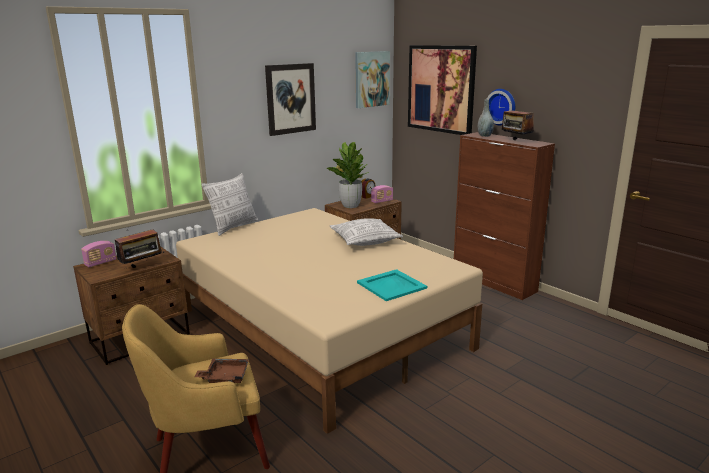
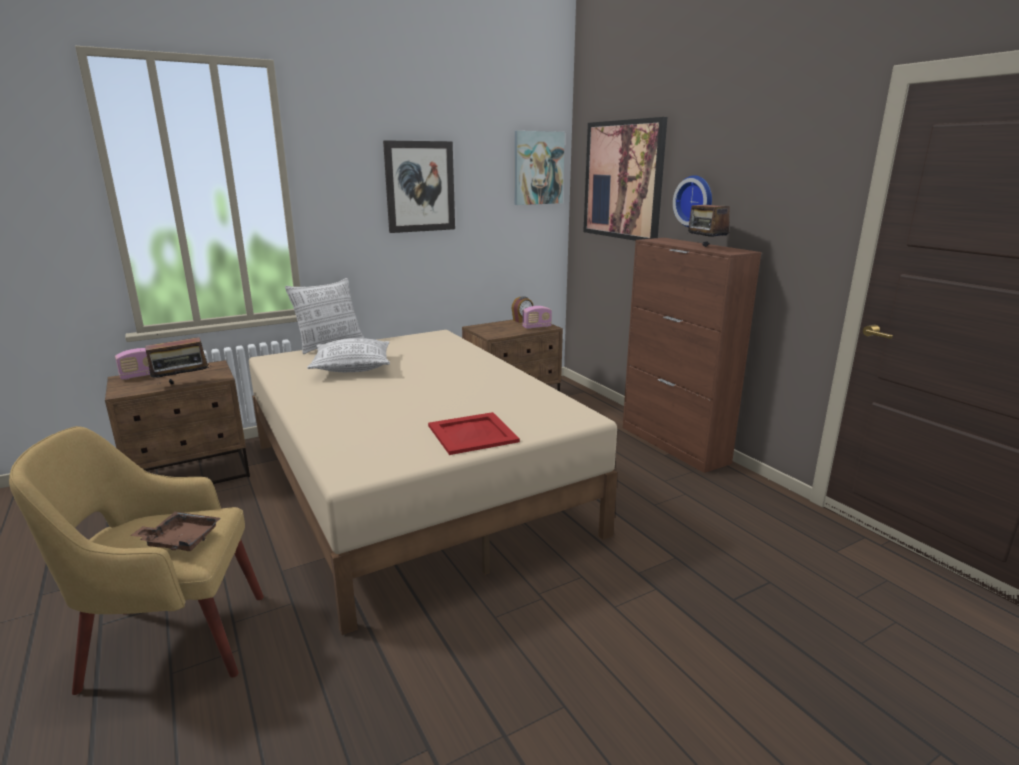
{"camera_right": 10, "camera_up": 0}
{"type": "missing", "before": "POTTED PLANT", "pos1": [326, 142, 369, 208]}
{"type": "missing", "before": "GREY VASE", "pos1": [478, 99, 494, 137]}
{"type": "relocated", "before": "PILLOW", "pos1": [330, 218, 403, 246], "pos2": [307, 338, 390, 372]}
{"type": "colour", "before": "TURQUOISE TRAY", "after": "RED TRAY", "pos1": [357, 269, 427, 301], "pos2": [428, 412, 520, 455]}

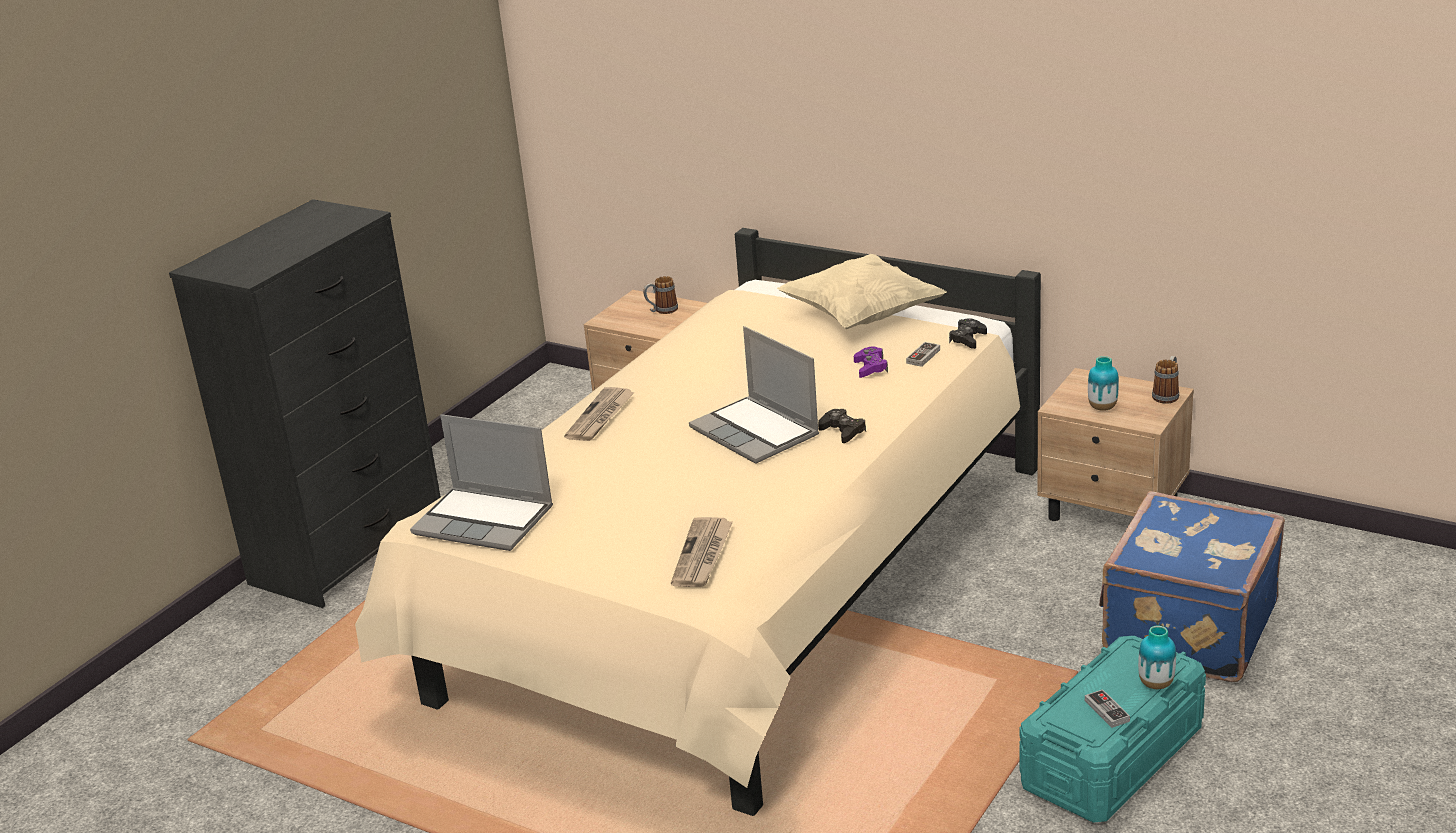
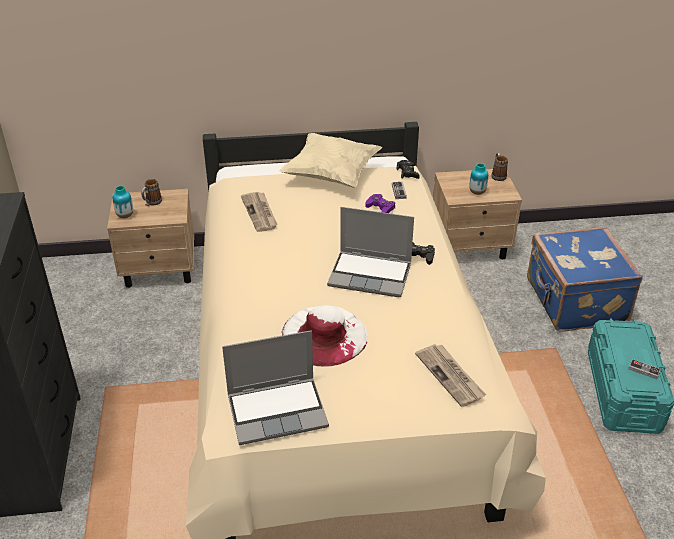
{"camera_right": -40, "camera_up": 10}
{"type": "appeared", "after": "WHITE HAT", "pos2": [282, 305, 368, 367]}
{"type": "relocated", "before": "NEWSPAPER", "pos1": [564, 387, 635, 441], "pos2": [241, 192, 278, 232]}
{"type": "relocated", "before": "VASE", "pos1": [1138, 626, 1176, 689], "pos2": [113, 185, 133, 218]}

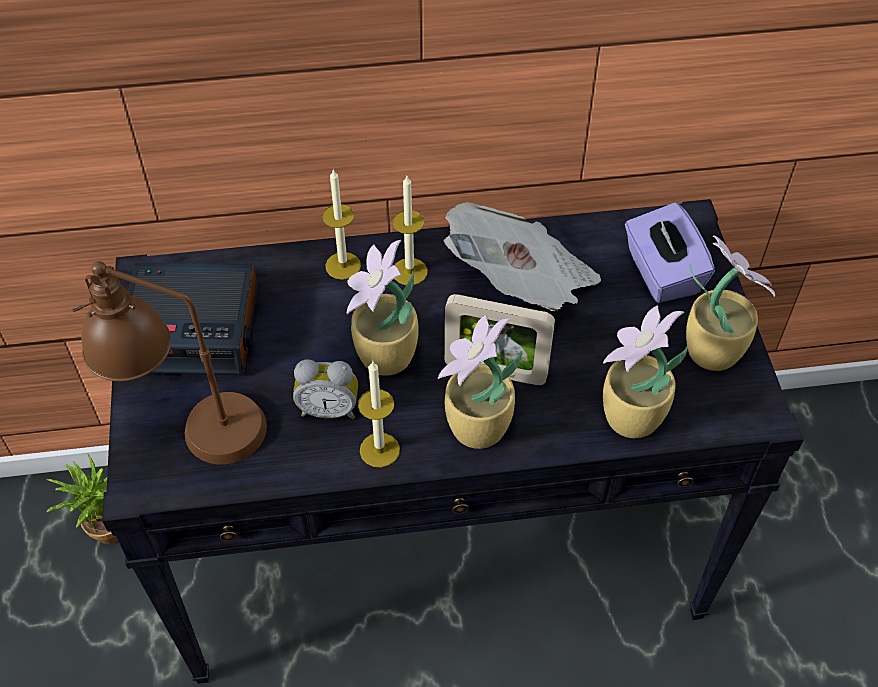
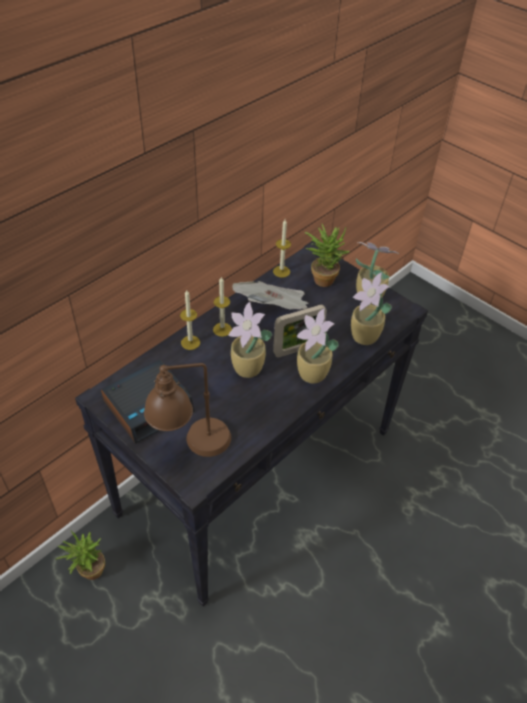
{"camera_right": -40, "camera_up": -5}
{"type": "missing", "before": "ALARM CLOCK", "pos1": [293, 359, 358, 419]}
{"type": "relocated", "before": "CANDLE", "pos1": [358, 362, 400, 468], "pos2": [273, 220, 291, 278]}
{"type": "exchanged", "before": "PURPLE TISSUE BOX", "after": "POTTED PLANT", "pos1": [625, 202, 715, 303], "pos2": [305, 224, 350, 287]}

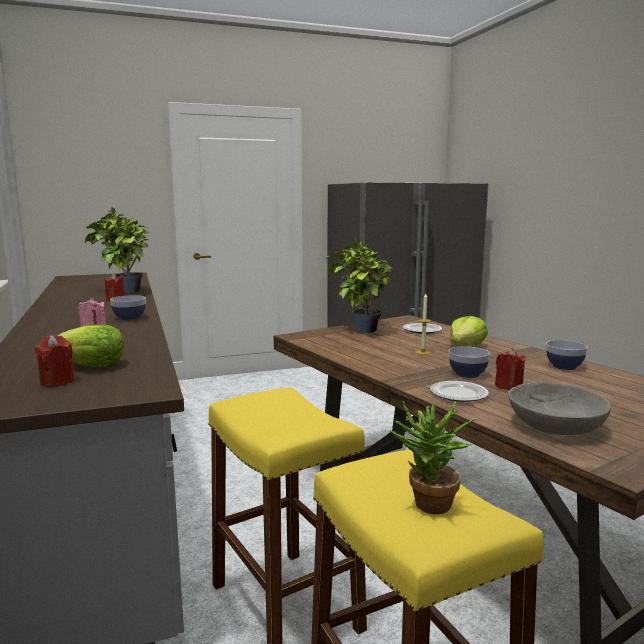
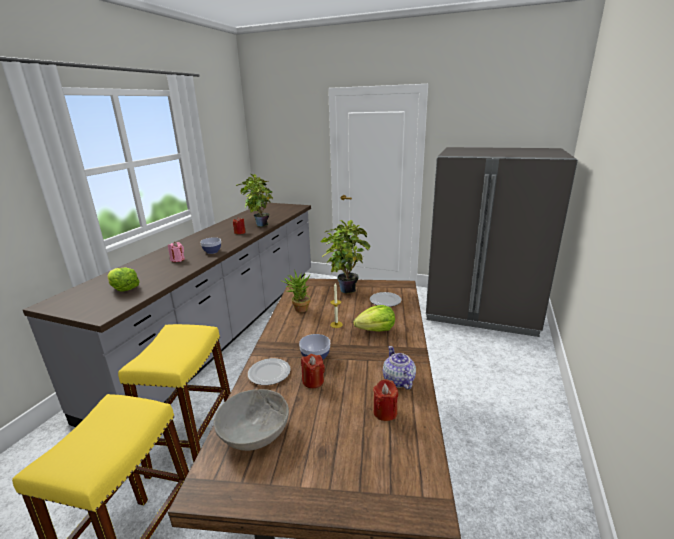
{"camera_right": 40, "camera_up": 10}
{"type": "relocated", "before": "RED CANDLE", "pos1": [35, 335, 75, 387], "pos2": [373, 379, 398, 421]}
{"type": "relocated", "before": "POTTED PLANT", "pos1": [390, 400, 477, 514], "pos2": [280, 269, 310, 312]}
{"type": "exchanged", "before": "BOWL", "after": "TEAPOT", "pos1": [546, 340, 588, 370], "pos2": [383, 346, 416, 390]}

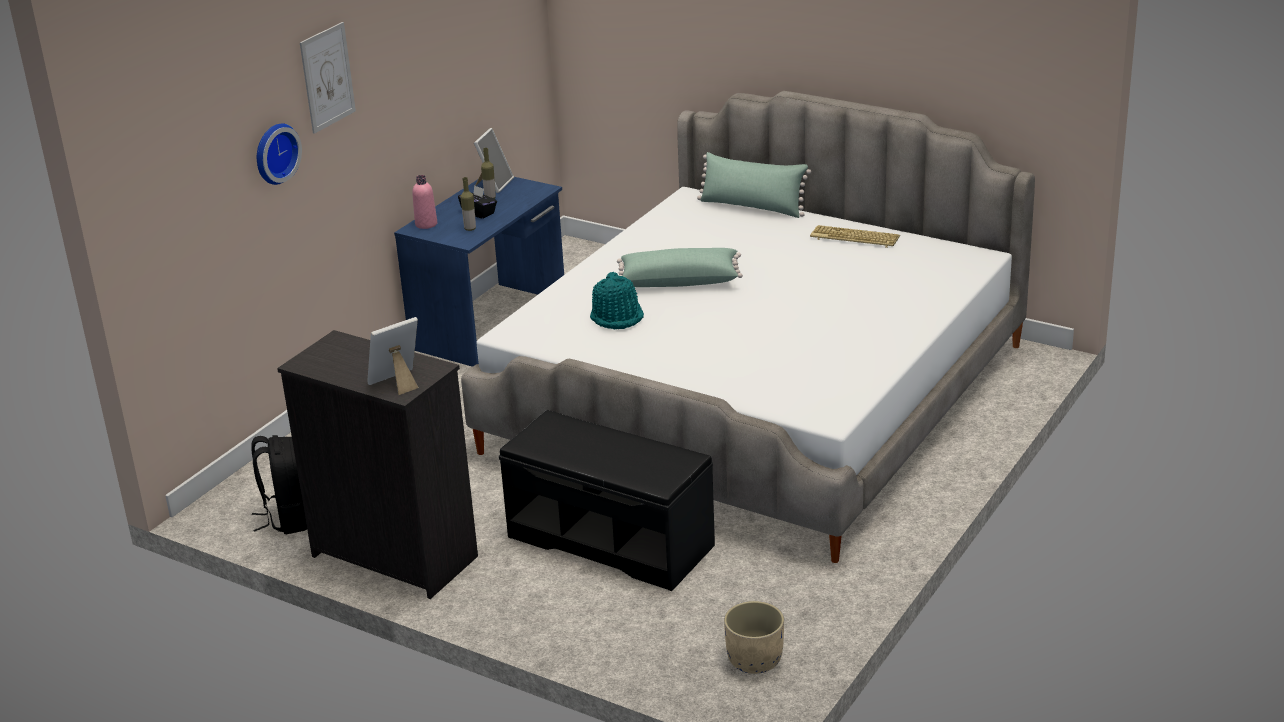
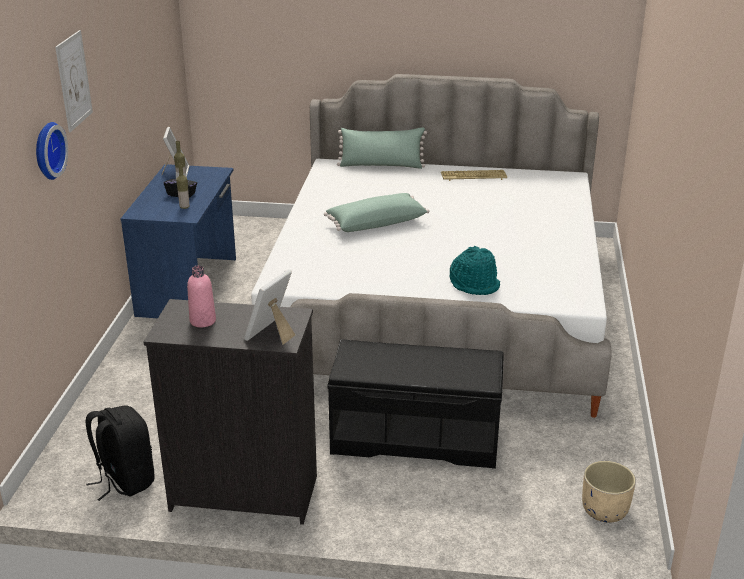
{"camera_right": -25, "camera_up": 0}
{"type": "relocated", "before": "PINK BOTTLE", "pos1": [412, 175, 437, 229], "pos2": [187, 265, 216, 327]}
{"type": "relocated", "before": "TURQUOISE HAT", "pos1": [590, 272, 644, 329], "pos2": [450, 246, 500, 295]}

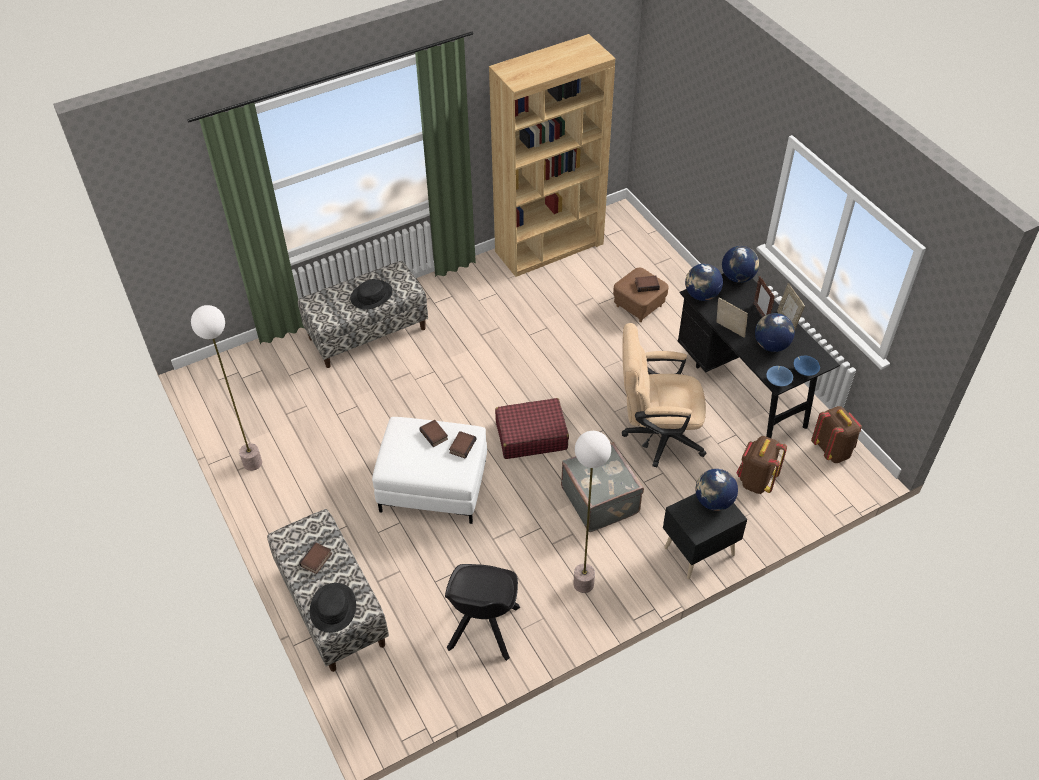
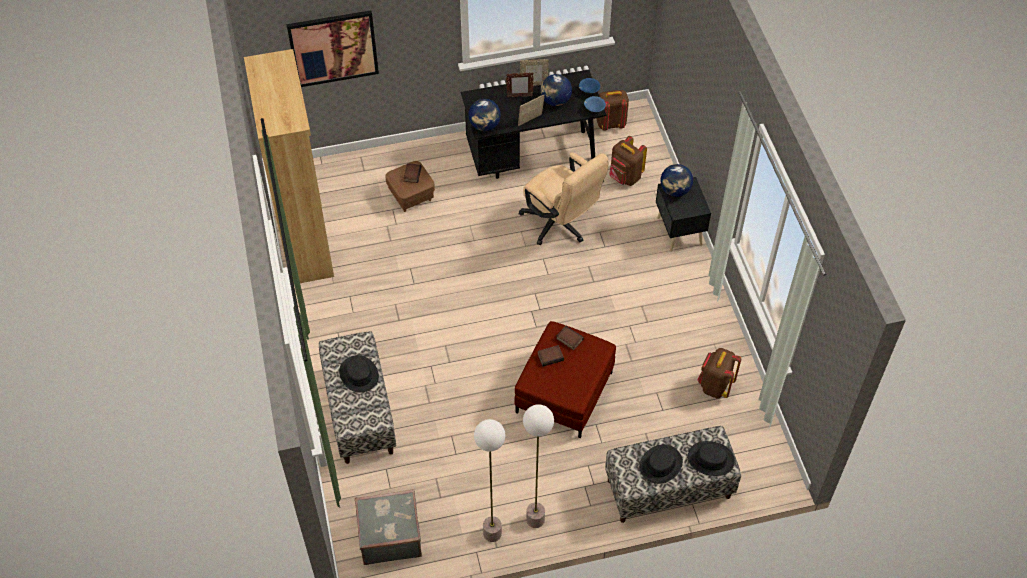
{"camera_right": -75, "camera_up": 5}
{"type": "missing", "before": "RED SUITCASE", "pos1": [495, 398, 569, 459]}
{"type": "missing", "before": "GLOBE", "pos1": [722, 246, 759, 283]}
{"type": "appeared", "after": "PICTURE", "pos2": [286, 10, 379, 87]}
{"type": "relocated", "before": "GREY SUITCASE", "pos1": [561, 442, 644, 532], "pos2": [355, 489, 422, 565]}
{"type": "relocated", "before": "FLOOR LAMP", "pos1": [573, 431, 611, 593], "pos2": [523, 404, 554, 528]}
{"type": "exchanged", "before": "BOOK", "after": "BLACK HAT", "pos1": [299, 542, 332, 574], "pos2": [639, 444, 683, 484]}
{"type": "exchanged", "before": "BLACK CHAIR", "after": "BROWN BACKPACK", "pos1": [445, 564, 520, 661], "pos2": [698, 348, 741, 398]}
{"type": "colour", "before": "WHITE OTTOMAN", "after": "RED OTTOMAN", "pos1": [372, 417, 487, 524], "pos2": [514, 321, 616, 438]}
{"type": "spun", "before": "BEIGE OFFICE CHAIR", "pos1": [622, 323, 707, 467], "pos2": [519, 152, 609, 245], "turn": -60}

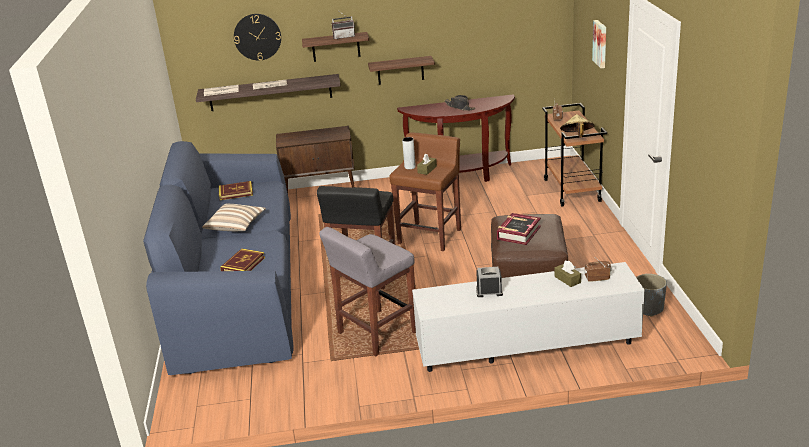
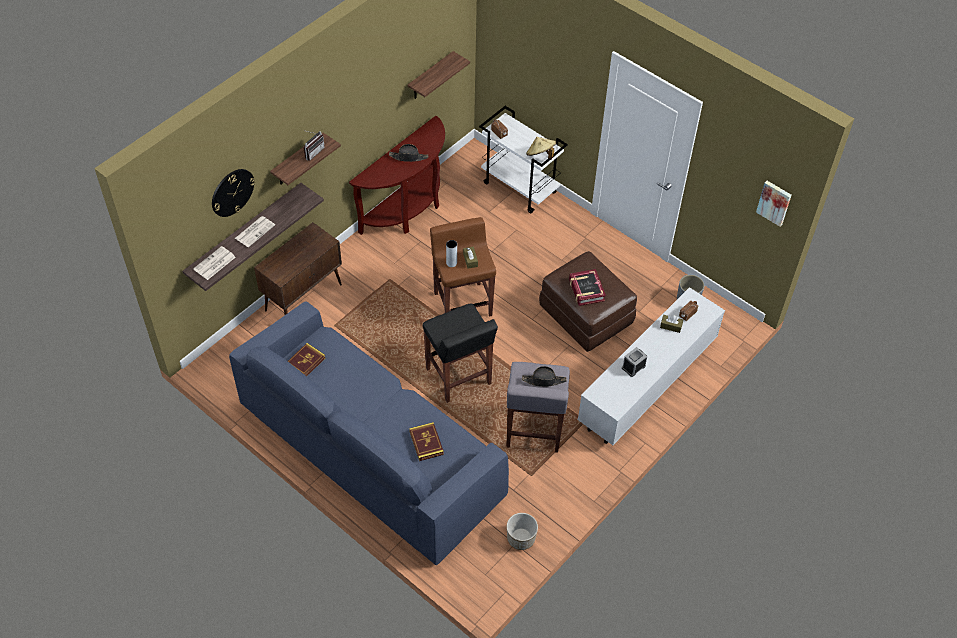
{"camera_right": -45, "camera_up": 25}
{"type": "missing", "before": "PILLOW", "pos1": [202, 203, 266, 231]}
{"type": "appeared", "after": "PLANTER", "pos2": [507, 513, 538, 550]}
{"type": "appeared", "after": "BLACK HAT", "pos2": [522, 366, 567, 387]}
{"type": "relocated", "before": "SHELF", "pos1": [368, 56, 435, 85], "pos2": [408, 51, 470, 99]}
{"type": "relocated", "before": "PICTURE", "pos1": [592, 20, 606, 68], "pos2": [756, 181, 792, 226]}
{"type": "colour", "before": "BROWN CART", "after": "WHITE CART", "pos1": [542, 103, 607, 207], "pos2": [479, 106, 568, 214]}

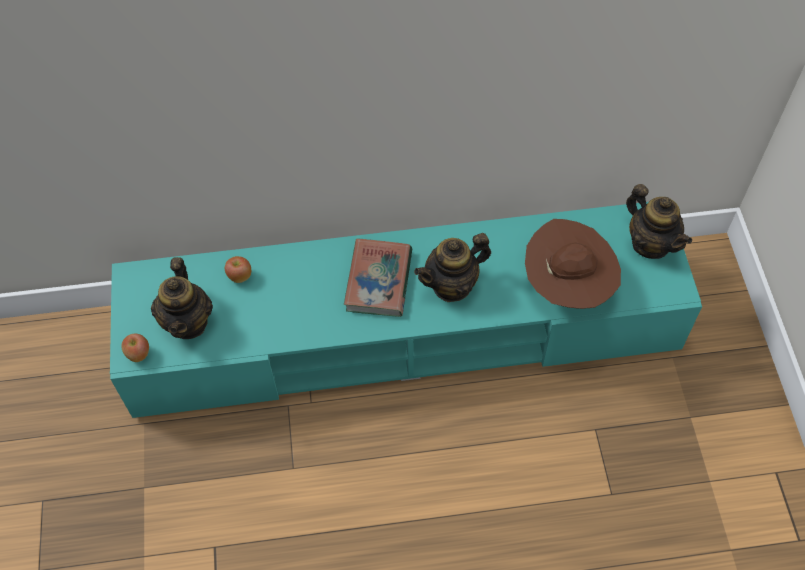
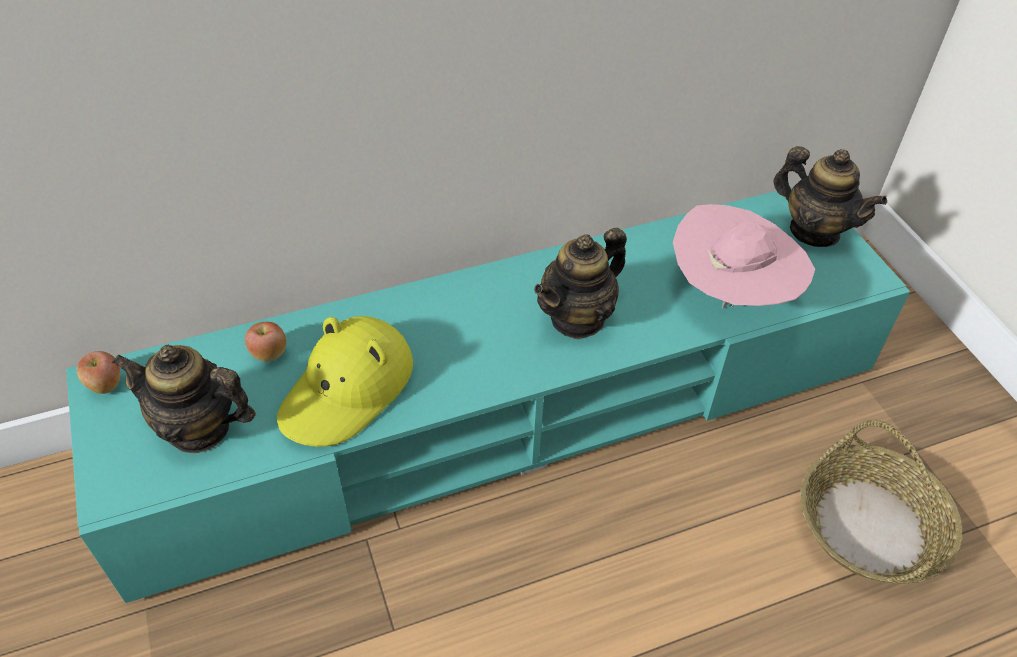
{"camera_right": -15, "camera_up": -10}
{"type": "missing", "before": "BOOK", "pos1": [344, 238, 412, 317]}
{"type": "appeared", "after": "YELLOW HAT", "pos2": [277, 316, 413, 447]}
{"type": "appeared", "after": "BASKET", "pos2": [800, 420, 962, 584]}
{"type": "relocated", "before": "APPLE", "pos1": [121, 334, 149, 362], "pos2": [77, 351, 120, 394]}
{"type": "colour", "before": "BROWN HAT", "after": "PINK HAT", "pos1": [525, 219, 621, 309], "pos2": [673, 204, 815, 309]}
{"type": "spun", "before": "TEAPOT", "pos1": [151, 257, 213, 339], "pos2": [112, 345, 256, 453], "turn": 120}

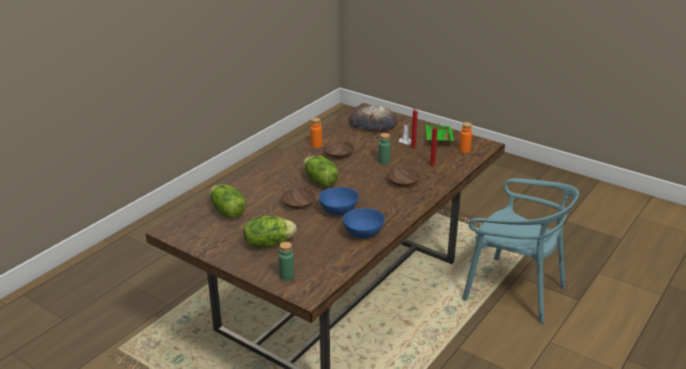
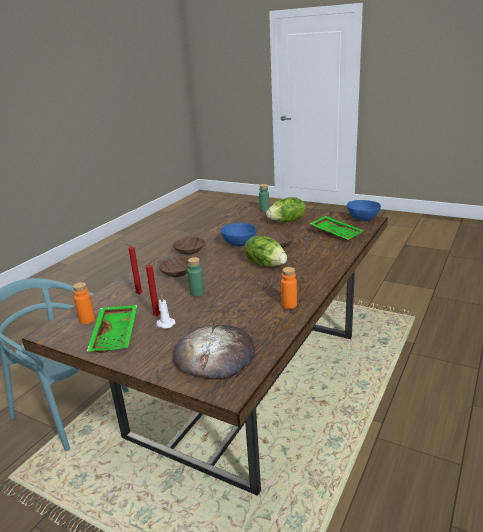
{"camera_right": 175, "camera_up": -5}
{"type": "relocated", "before": "BROWN BOWL", "pos1": [323, 141, 354, 159], "pos2": [173, 237, 205, 255]}
{"type": "relocated", "before": "BLUE BOWL", "pos1": [343, 208, 385, 239], "pos2": [347, 200, 381, 221]}
{"type": "exchanged", "before": "LETTUCE", "after": "GREEN TRAY", "pos1": [210, 184, 246, 218], "pos2": [310, 216, 364, 240]}

